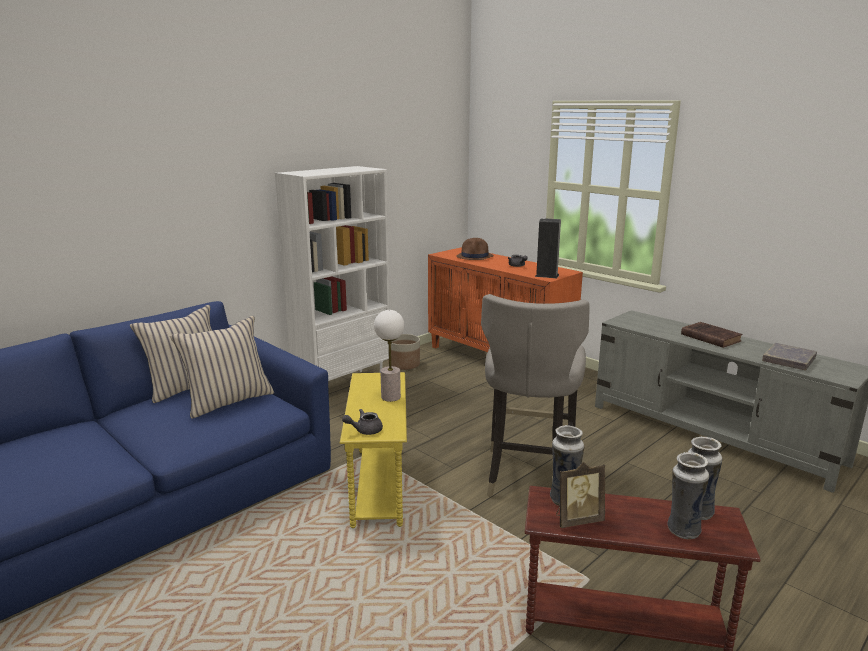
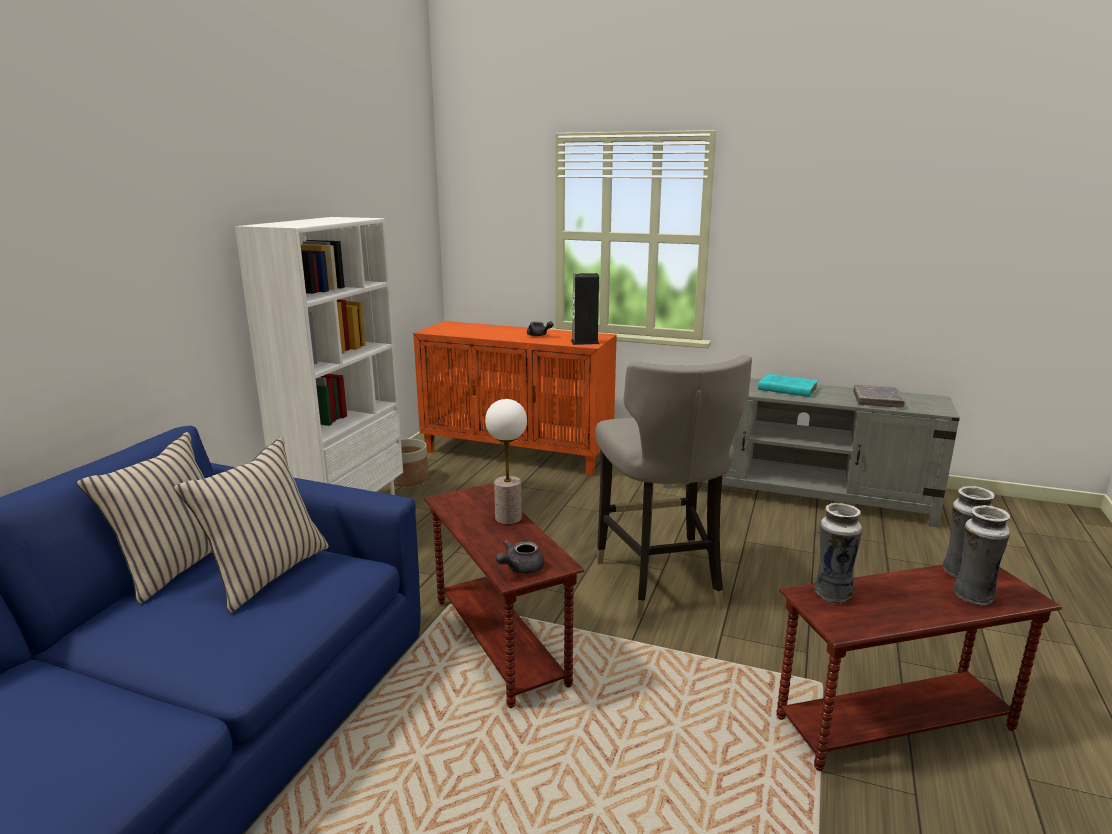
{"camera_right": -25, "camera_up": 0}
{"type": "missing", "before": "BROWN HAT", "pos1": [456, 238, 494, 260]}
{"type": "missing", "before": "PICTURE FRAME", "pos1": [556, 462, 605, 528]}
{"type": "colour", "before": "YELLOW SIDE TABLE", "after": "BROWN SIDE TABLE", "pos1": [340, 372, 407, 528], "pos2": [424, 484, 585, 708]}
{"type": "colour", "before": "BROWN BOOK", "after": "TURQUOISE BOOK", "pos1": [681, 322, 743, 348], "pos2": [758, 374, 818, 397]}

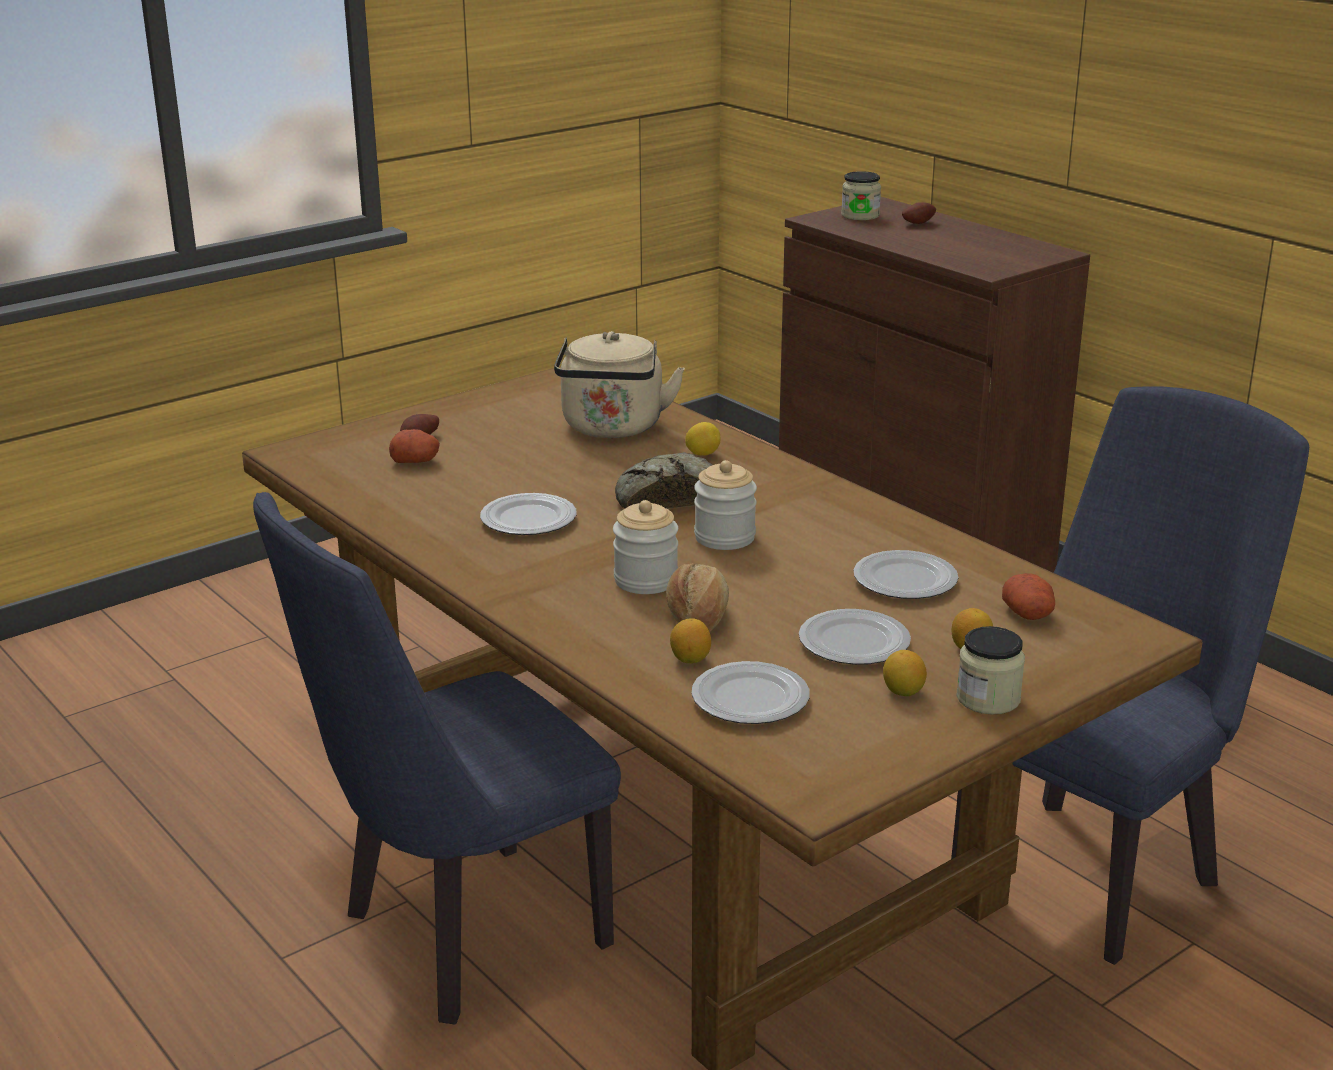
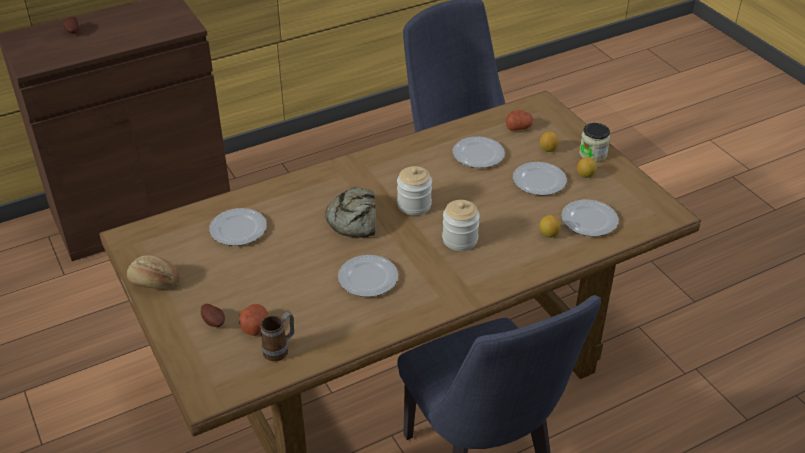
{"camera_right": -80, "camera_up": 15}
{"type": "missing", "before": "LEMON", "pos1": [685, 422, 721, 456]}
{"type": "missing", "before": "JAR", "pos1": [841, 171, 881, 220]}
{"type": "appeared", "after": "MUG", "pos2": [261, 312, 294, 361]}
{"type": "relocated", "before": "BREAD", "pos1": [666, 563, 729, 632], "pos2": [127, 255, 180, 289]}
{"type": "exchanged", "before": "BEIGE KETTLE", "after": "PLATE", "pos1": [554, 331, 685, 438], "pos2": [209, 208, 267, 246]}

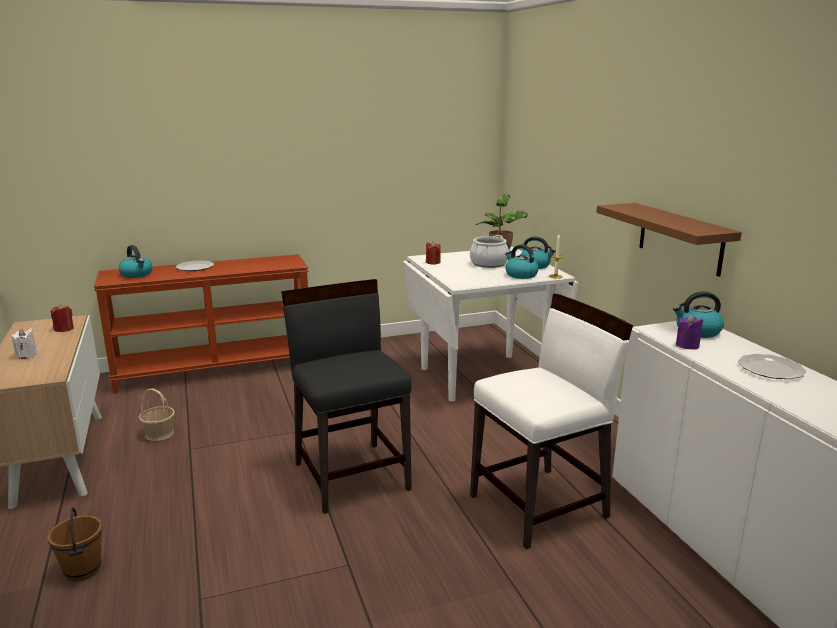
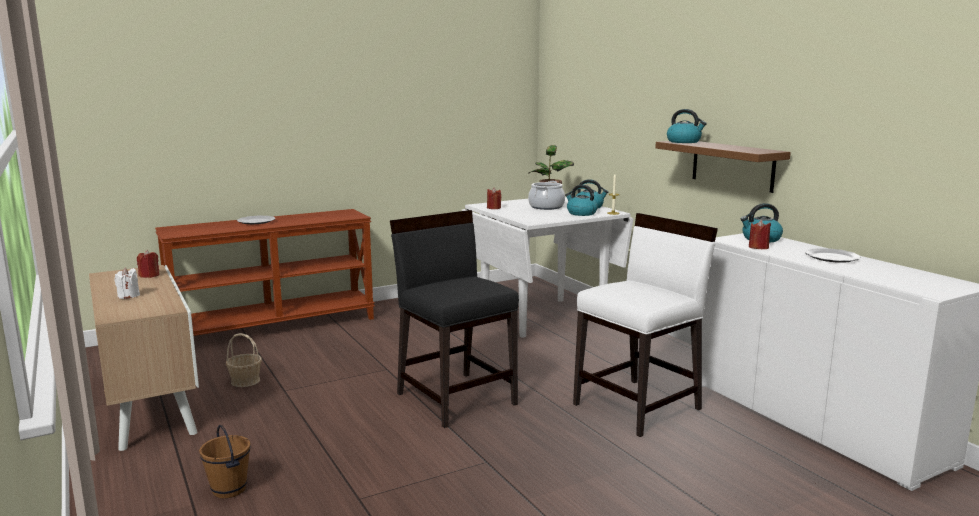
{"camera_right": -10, "camera_up": -5}
{"type": "relocated", "before": "KETTLE", "pos1": [119, 245, 152, 278], "pos2": [667, 109, 707, 143]}
{"type": "colour", "before": "PURPLE CANDLE", "after": "RED CANDLE", "pos1": [676, 315, 703, 350], "pos2": [749, 220, 771, 249]}

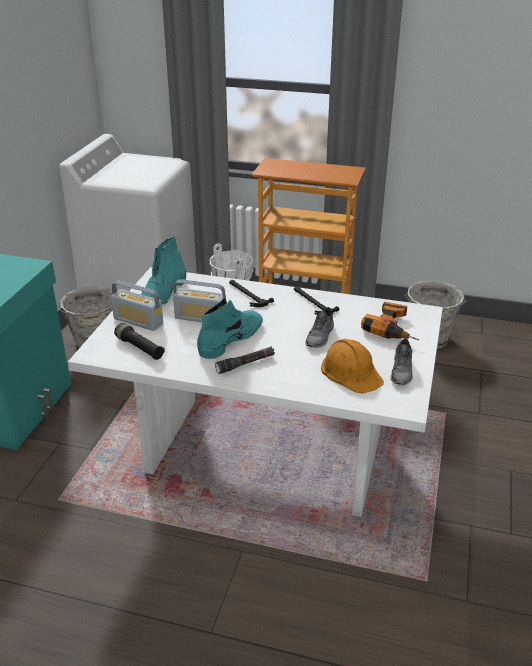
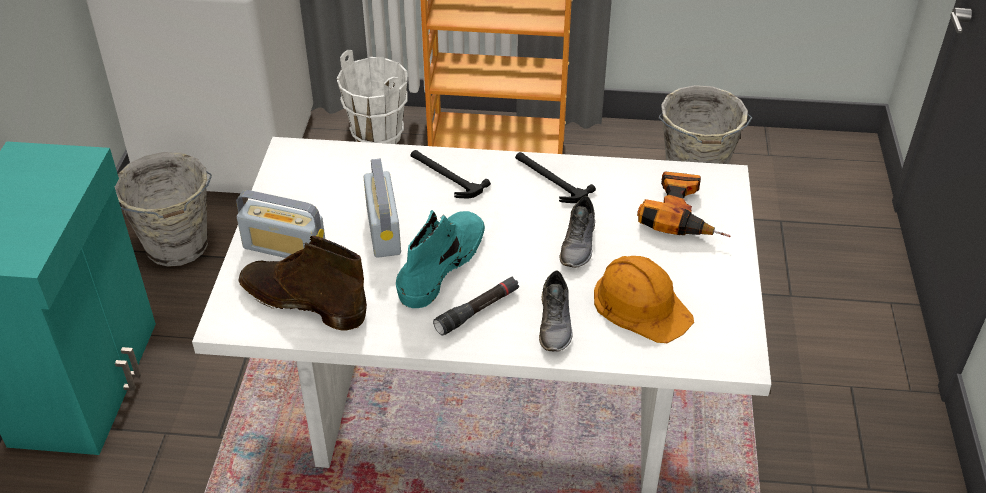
{"camera_right": -10, "camera_up": 10}
{"type": "missing", "before": "TURQUOISE BOOT", "pos1": [141, 236, 186, 305]}
{"type": "relocated", "before": "GREY SHOE", "pos1": [391, 339, 413, 385], "pos2": [539, 271, 573, 352]}
{"type": "exchanged", "before": "BLACK FLASHLIGHT", "after": "BROWN BOOT", "pos1": [114, 323, 165, 360], "pos2": [239, 236, 367, 331]}
{"type": "spun", "before": "RADIO", "pos1": [173, 279, 226, 322], "pos2": [364, 158, 401, 258], "turn": -105}

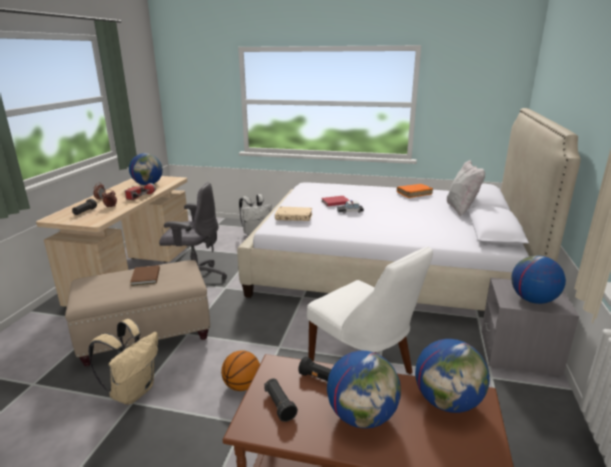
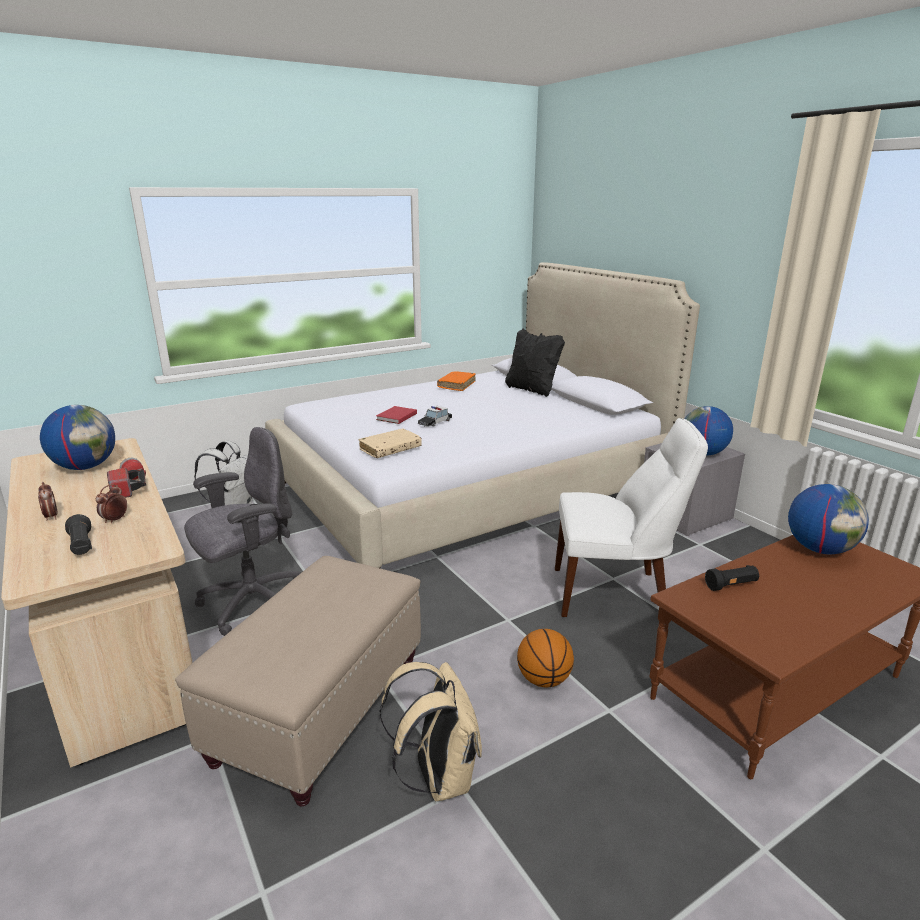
{"camera_right": -45, "camera_up": 0}
{"type": "missing", "before": "BROWN BOOK", "pos1": [130, 265, 160, 286]}
{"type": "missing", "before": "BLACK FLASHLIGHT", "pos1": [264, 378, 298, 422]}
{"type": "missing", "before": "GLOBE", "pos1": [327, 350, 401, 429]}
{"type": "colour", "before": "WHITE PILLOW", "after": "BLACK PILLOW", "pos1": [447, 160, 485, 216], "pos2": [505, 329, 565, 397]}

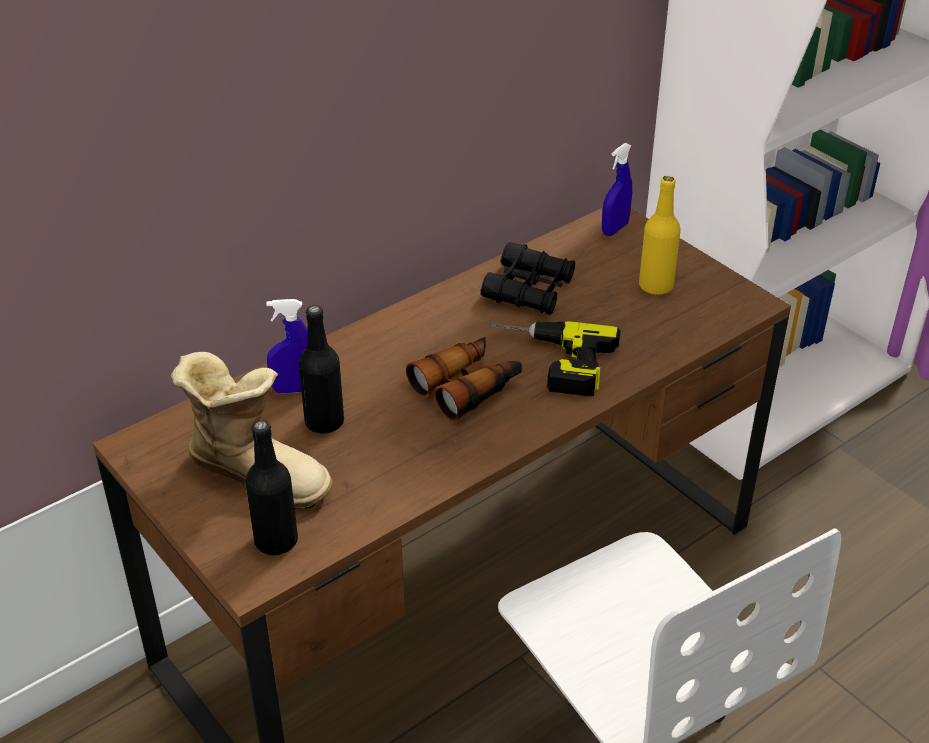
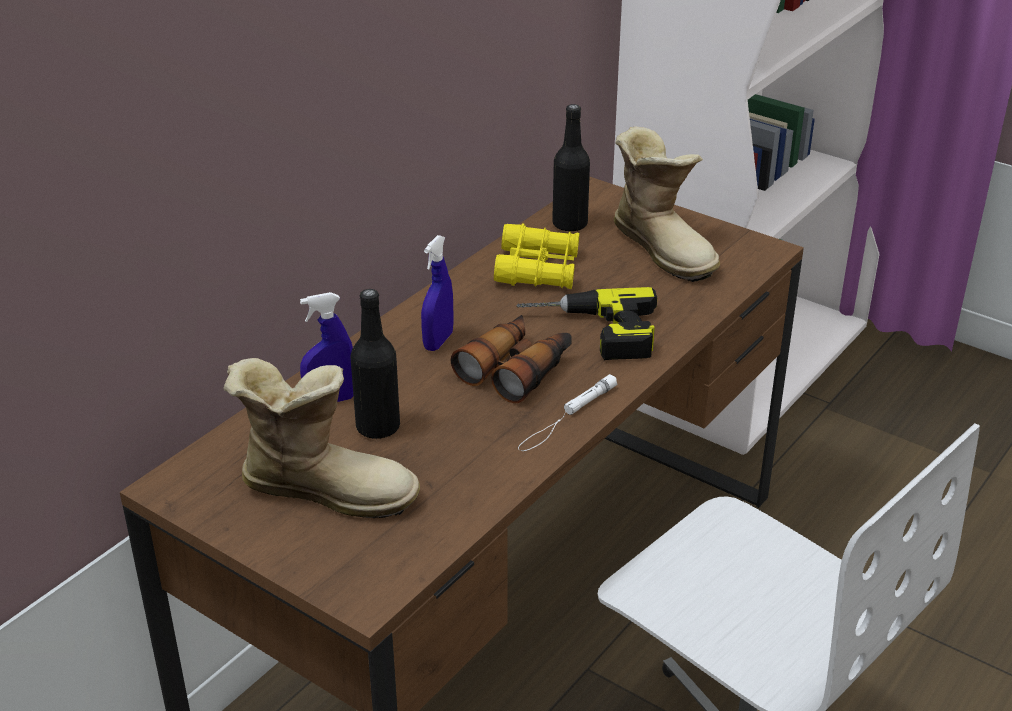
{"camera_right": -15, "camera_up": -5}
{"type": "appeared", "after": "WHITE FLASHLIGHT", "pos2": [518, 374, 618, 451]}
{"type": "relocated", "before": "BLACK BOTTLE", "pos1": [245, 420, 298, 555], "pos2": [552, 104, 590, 232]}
{"type": "relocated", "before": "BLUE SPRAY BOTTLE", "pos1": [602, 143, 632, 236], "pos2": [421, 235, 454, 351]}
{"type": "exchanged", "before": "YELLOW BOTTLE", "after": "BOOT", "pos1": [639, 176, 681, 295], "pos2": [614, 126, 720, 282]}
{"type": "colour", "before": "BLACK BINOCULARS", "after": "YELLOW BINOCULARS", "pos1": [481, 242, 575, 315], "pos2": [494, 223, 580, 289]}

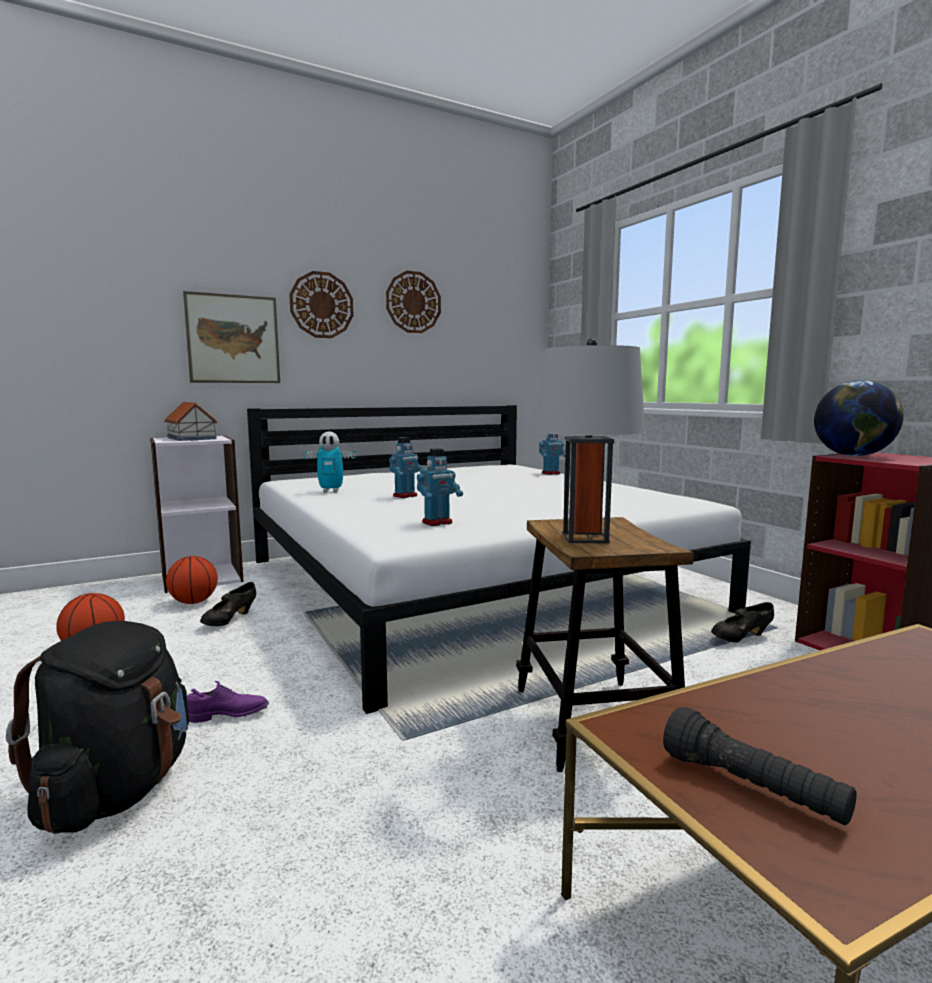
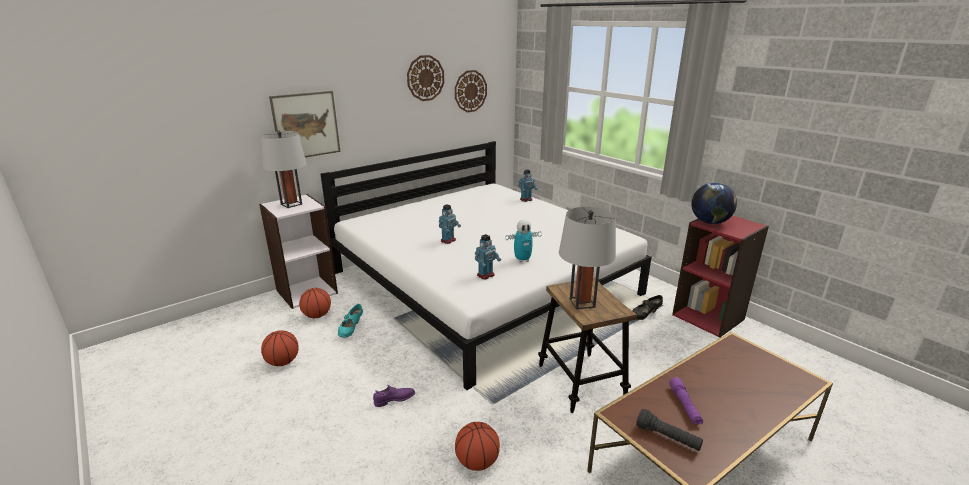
{"camera_right": -10, "camera_up": 15}
{"type": "missing", "before": "BLACK BACKPACK", "pos1": [6, 621, 189, 834]}
{"type": "appeared", "after": "BASKETBALL", "pos2": [455, 422, 500, 471]}
{"type": "appeared", "after": "PURPLE FLASHLIGHT", "pos2": [669, 377, 703, 424]}
{"type": "relocated", "before": "WALL CLOCK", "pos1": [289, 271, 354, 338], "pos2": [455, 70, 487, 113]}
{"type": "relocated", "before": "TOY ROBOT", "pos1": [303, 431, 356, 492], "pos2": [505, 220, 542, 262]}
{"type": "exchanged", "before": "TOY HOUSE", "after": "GREY TABLE LAMP", "pos1": [164, 402, 218, 441], "pos2": [261, 131, 307, 208]}
{"type": "colour", "before": "BLACK SHOE", "after": "TURQUOISE SHOE", "pos1": [200, 582, 256, 626], "pos2": [338, 304, 363, 338]}

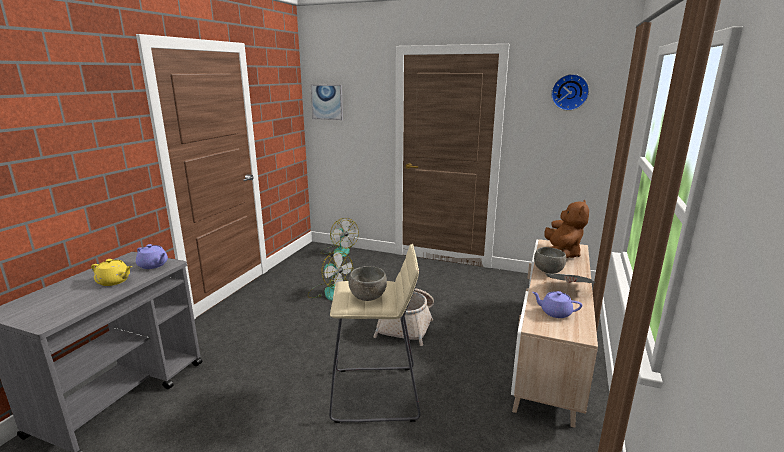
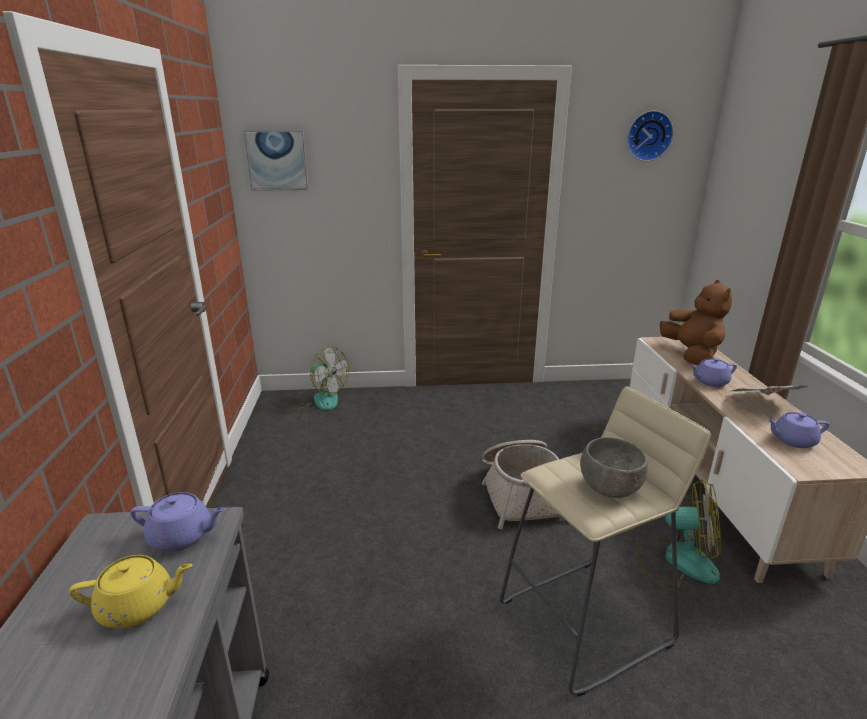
{"camera_right": -25, "camera_up": 5}
{"type": "relocated", "before": "FAN", "pos1": [308, 251, 353, 301], "pos2": [637, 480, 721, 591]}
{"type": "exchanged", "before": "GREY BOWL", "after": "PURPLE TEAPOT", "pos1": [534, 247, 566, 274], "pos2": [691, 358, 737, 387]}

